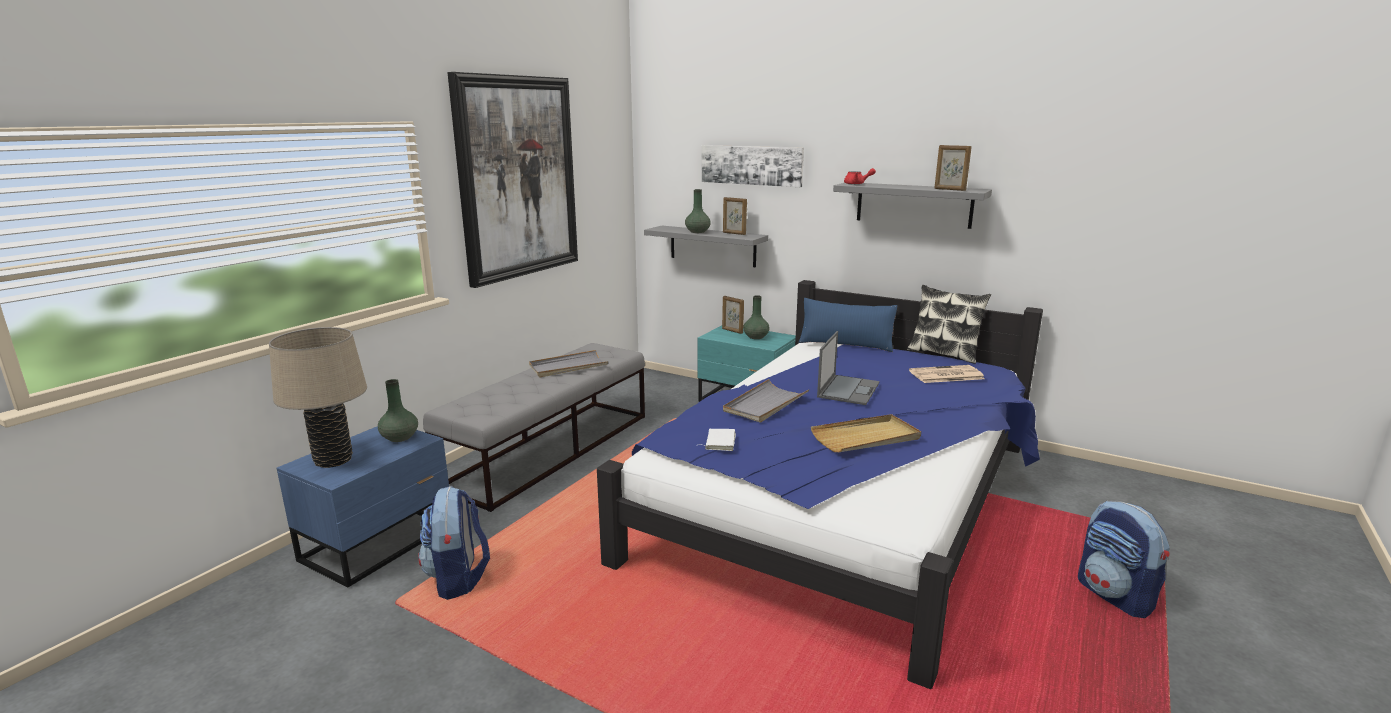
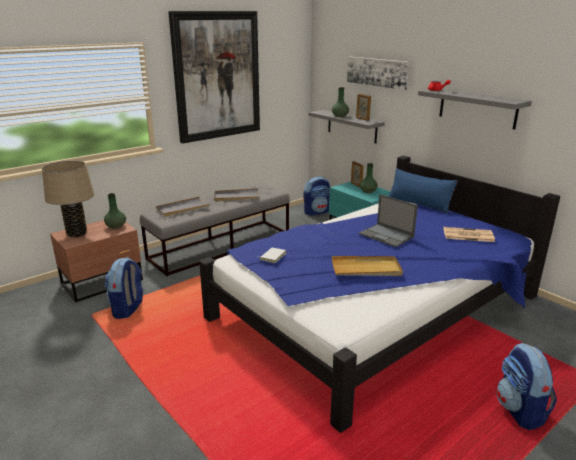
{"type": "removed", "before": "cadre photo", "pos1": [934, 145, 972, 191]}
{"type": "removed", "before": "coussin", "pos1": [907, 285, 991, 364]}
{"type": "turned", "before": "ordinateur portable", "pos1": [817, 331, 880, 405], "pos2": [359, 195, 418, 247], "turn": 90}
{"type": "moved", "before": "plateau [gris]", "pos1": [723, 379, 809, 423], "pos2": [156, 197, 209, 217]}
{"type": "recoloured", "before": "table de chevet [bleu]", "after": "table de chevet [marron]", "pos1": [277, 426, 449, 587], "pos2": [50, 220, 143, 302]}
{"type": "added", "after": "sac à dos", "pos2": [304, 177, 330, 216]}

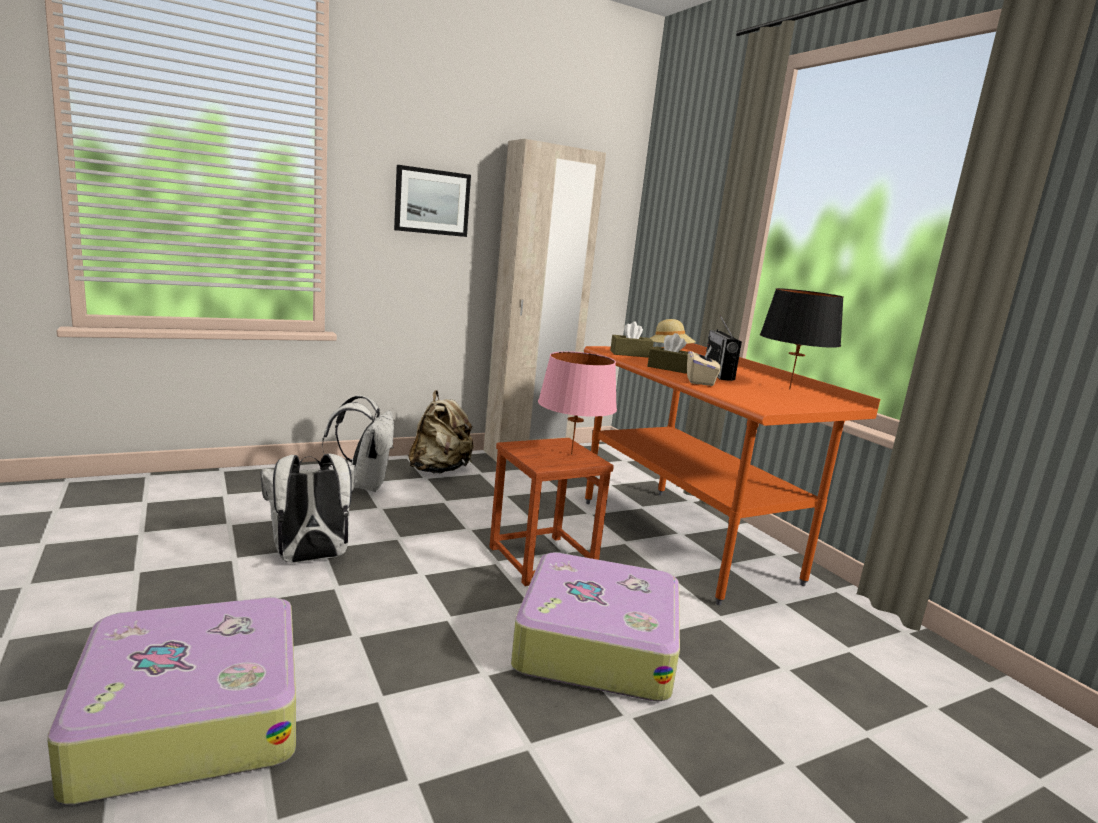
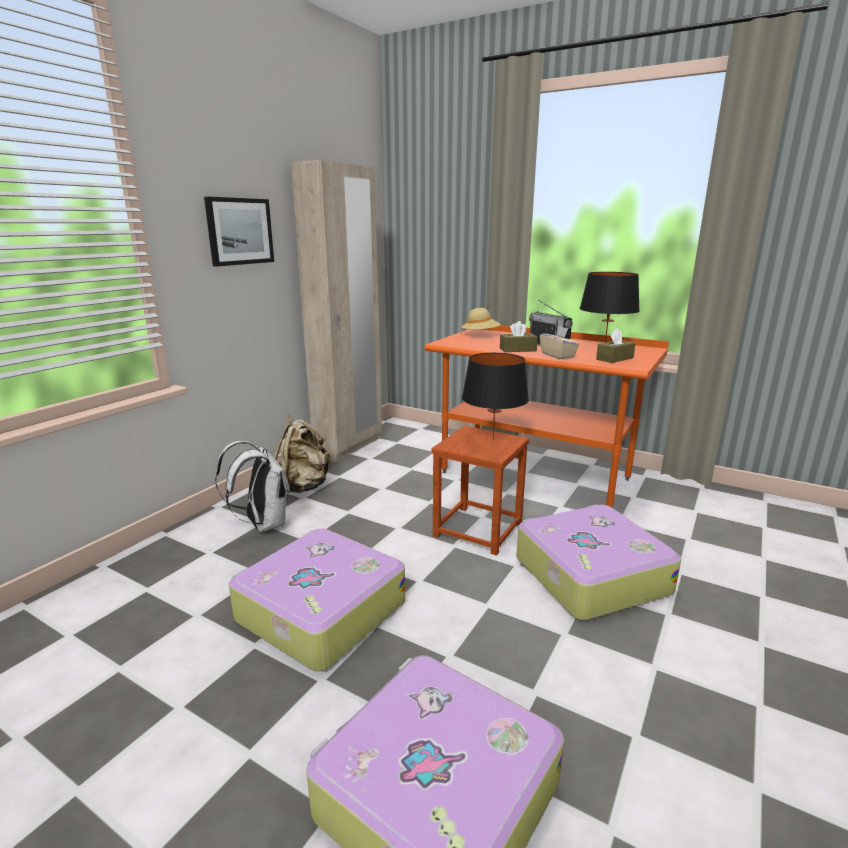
{"type": "moved", "before": "boîte à mouchoirs [marron]", "pos1": [610, 322, 654, 358], "pos2": [596, 328, 635, 363]}
{"type": "recoloured", "before": "lampe de table [rose]", "after": "lampe de table [noir]", "pos1": [538, 351, 617, 455], "pos2": [462, 353, 529, 439]}
{"type": "replaced", "before": "sac à dos [blanc]", "after": "valise", "pos1": [260, 453, 355, 563], "pos2": [229, 528, 405, 671]}

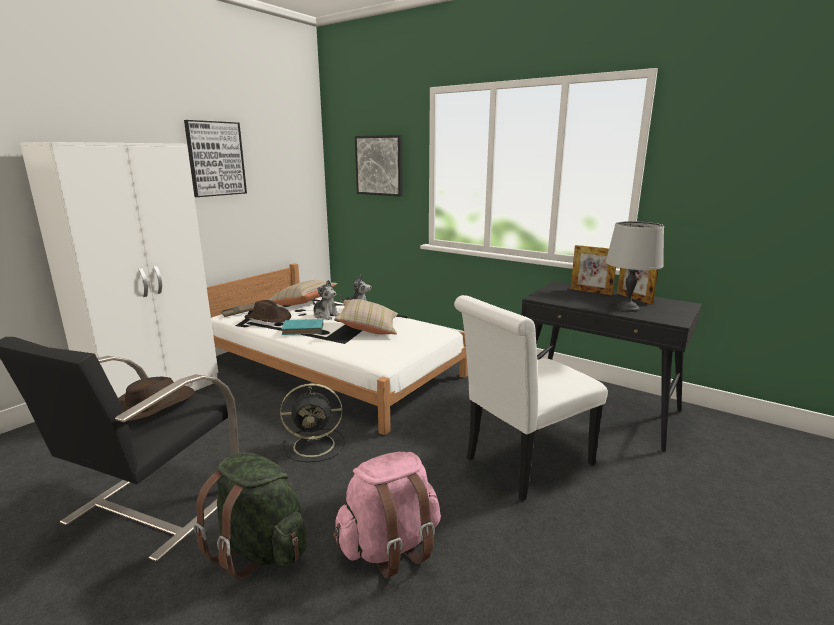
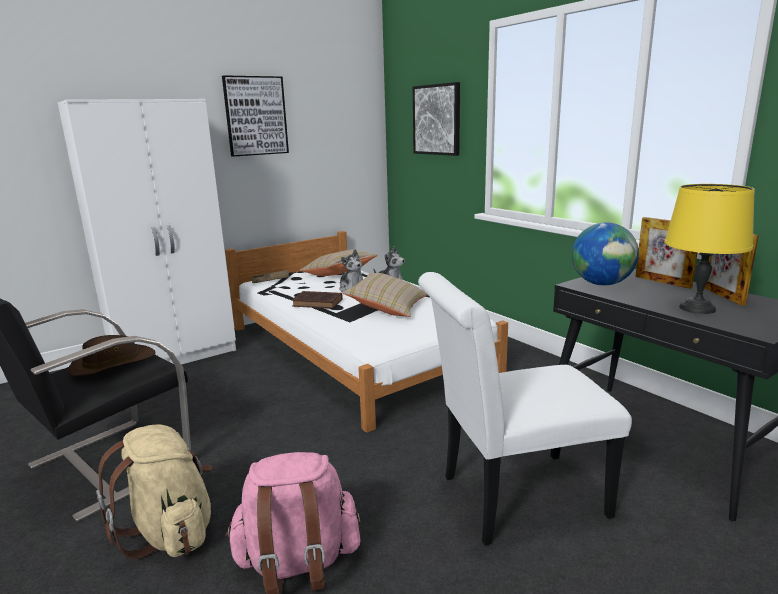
{"type": "recoloured", "before": "lampe de table [gris]", "after": "lampe de table [jaune]", "pos1": [606, 221, 664, 312], "pos2": [665, 184, 755, 314]}
{"type": "removed", "before": "chapeau [marron]", "pos1": [244, 300, 291, 323]}
{"type": "recoloured", "before": "livre [turquoise]", "after": "livre [marron]", "pos1": [281, 319, 323, 335], "pos2": [292, 291, 343, 309]}
{"type": "removed", "before": "ventilateur [noir]", "pos1": [280, 383, 345, 462]}
{"type": "recoloured", "before": "sac à dos [vert]", "after": "sac à dos [beige]", "pos1": [194, 453, 307, 579], "pos2": [96, 424, 212, 559]}
{"type": "added", "after": "globe", "pos2": [572, 222, 639, 286]}

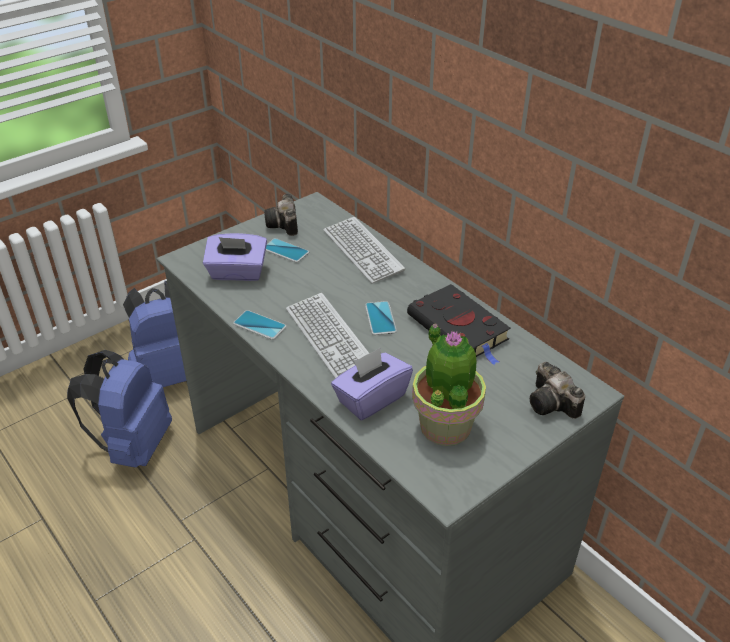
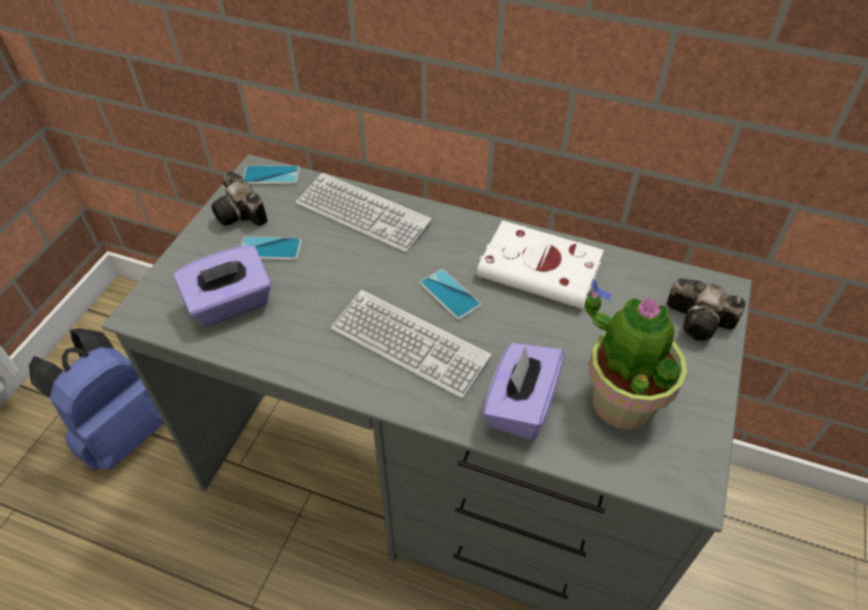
{"type": "recoloured", "before": "livre [noir]", "after": "livre [blanc]", "pos1": [407, 284, 511, 365], "pos2": [477, 220, 613, 309]}
{"type": "moved", "before": "téléphone", "pos1": [233, 310, 286, 340], "pos2": [243, 165, 300, 184]}
{"type": "removed", "before": "sac à dos [bleu]", "pos1": [67, 350, 172, 468]}

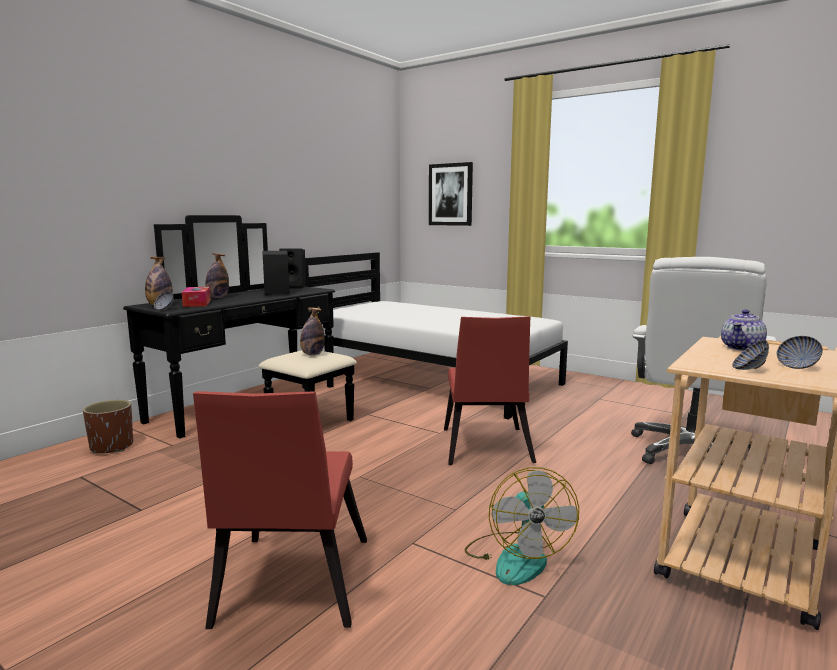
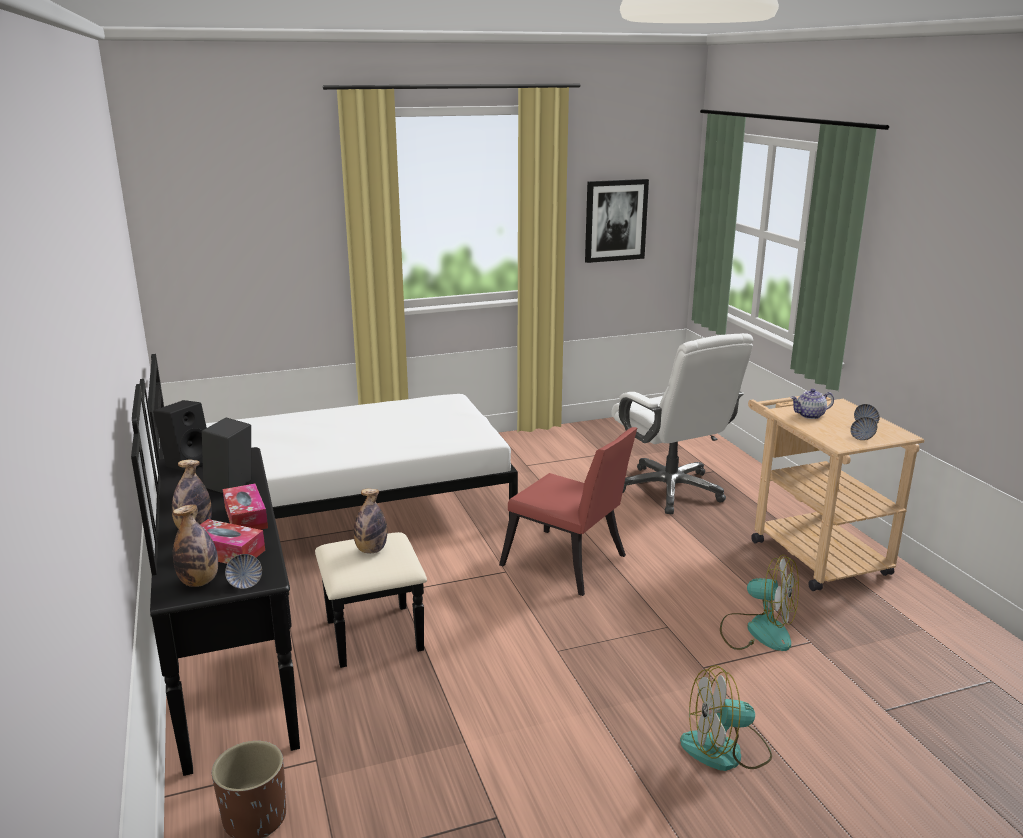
{"type": "moved", "before": "tableau", "pos1": [429, 162, 473, 226], "pos2": [585, 179, 649, 263]}
{"type": "turned", "before": "théière", "pos1": [721, 309, 767, 351], "pos2": [791, 389, 834, 419], "turn": 90}
{"type": "replaced", "before": "chaise [rouge]", "after": "ventilateur", "pos1": [193, 391, 367, 629], "pos2": [680, 665, 772, 771]}
{"type": "added", "after": "boîte à mouchoirs", "pos2": [223, 484, 268, 530]}

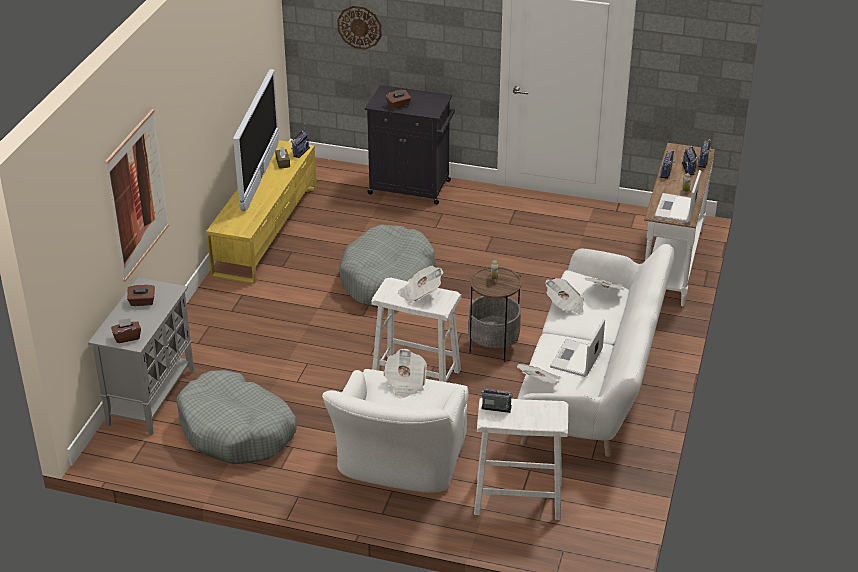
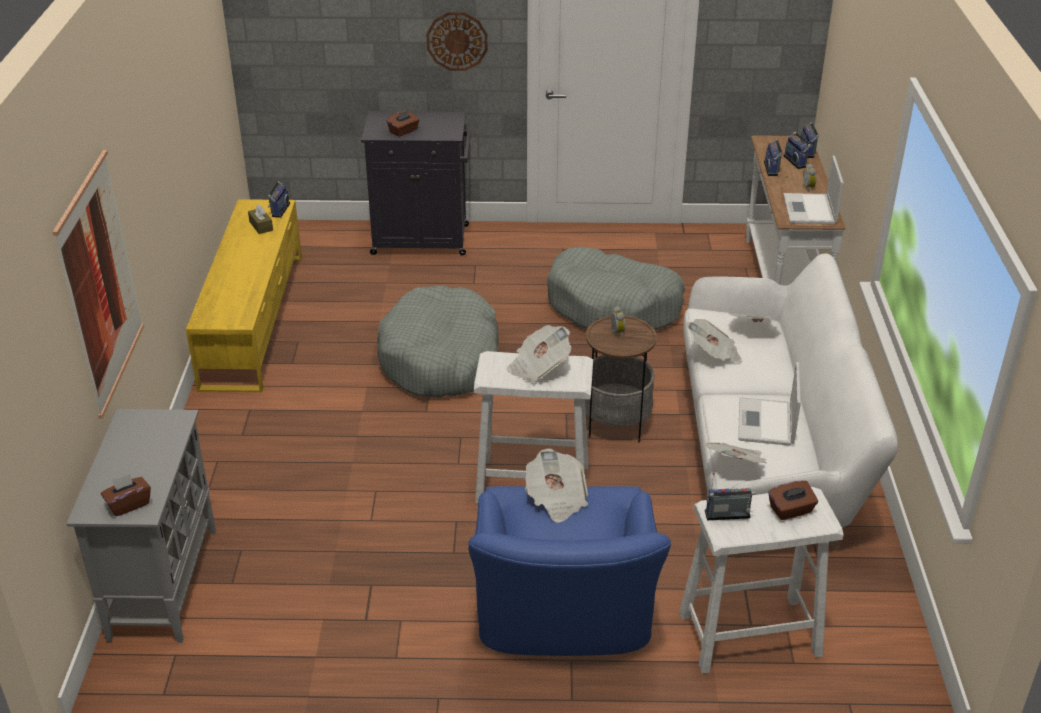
{"type": "moved", "before": "horloge murale", "pos1": [337, 6, 382, 50], "pos2": [426, 12, 488, 71]}
{"type": "removed", "before": "téléviseur", "pos1": [233, 69, 279, 211]}
{"type": "moved", "before": "boîte à mouchoirs [marron]", "pos1": [127, 285, 155, 306], "pos2": [768, 481, 818, 520]}
{"type": "recoloured", "before": "fauteuil [blanc]", "after": "fauteuil [bleu]", "pos1": [322, 369, 469, 493], "pos2": [468, 486, 671, 656]}
{"type": "moved", "before": "panier pour chien [gris]", "pos1": [176, 370, 297, 464], "pos2": [547, 247, 685, 330]}

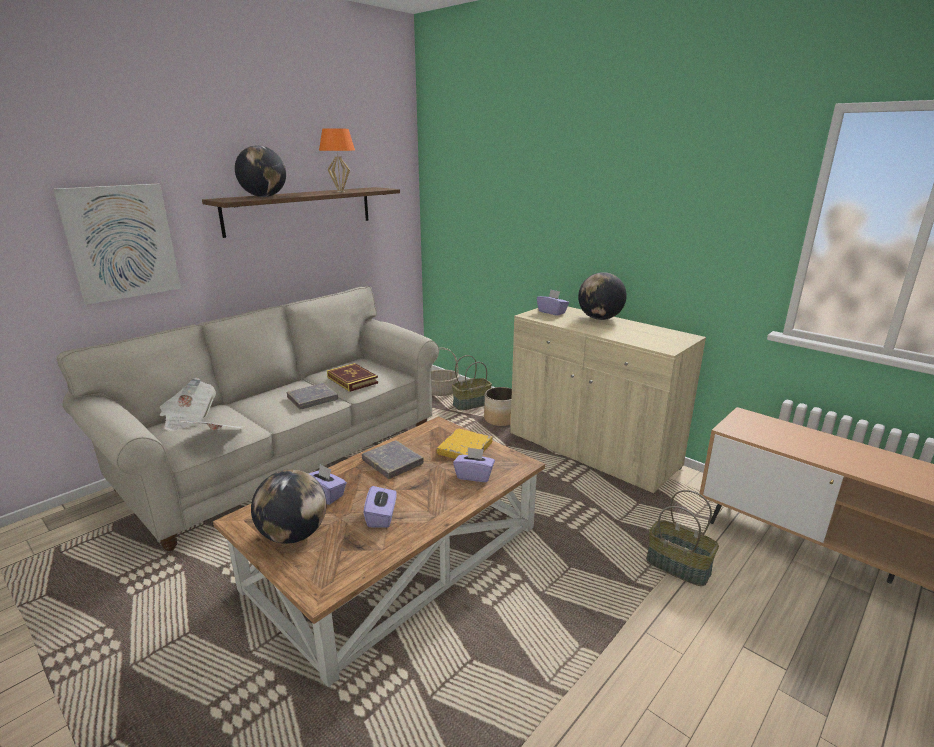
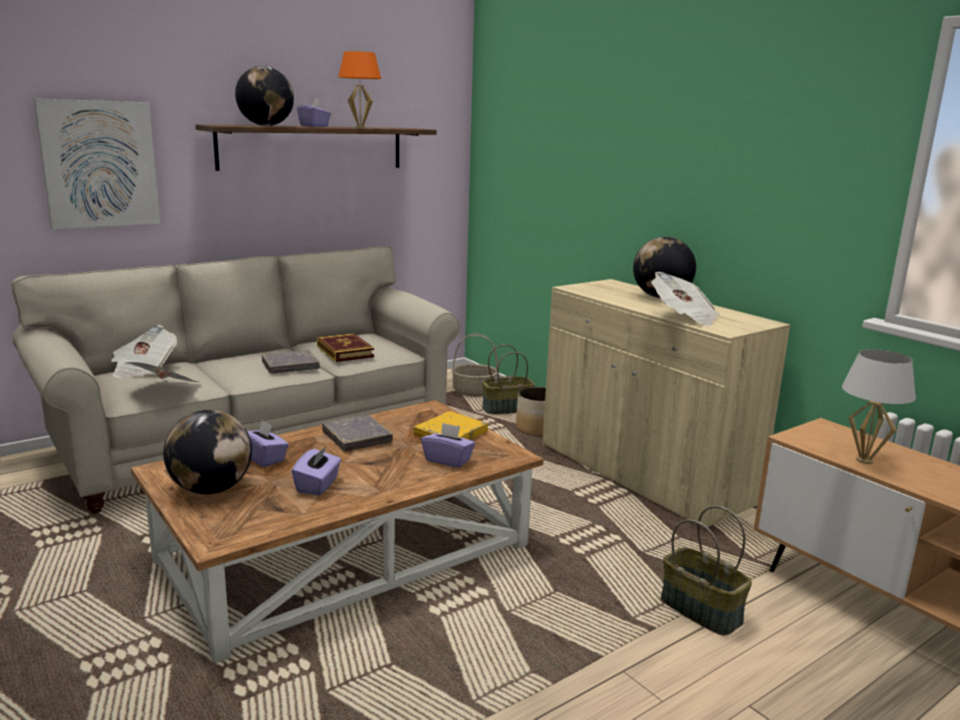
{"type": "moved", "before": "boîte à mouchoirs [violet]", "pos1": [537, 290, 569, 316], "pos2": [297, 99, 331, 127]}
{"type": "added", "after": "journal", "pos2": [651, 272, 720, 327]}
{"type": "added", "after": "lampe de table [blanc]", "pos2": [842, 349, 916, 464]}

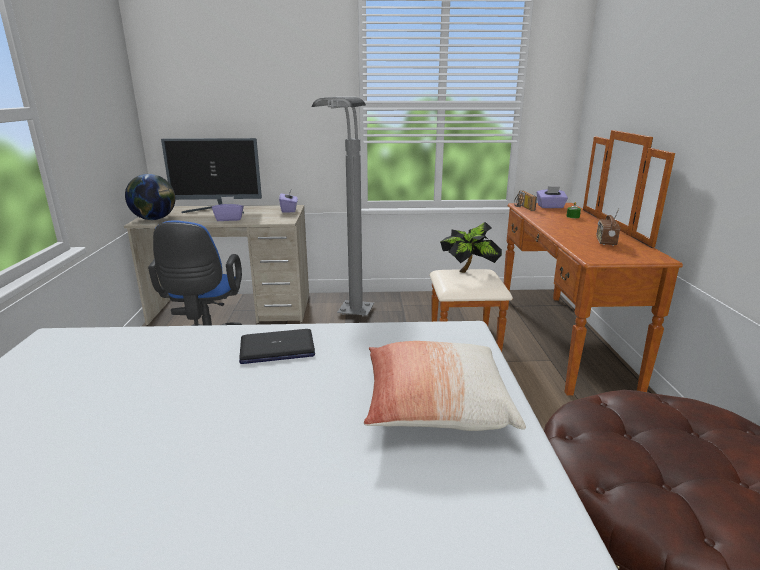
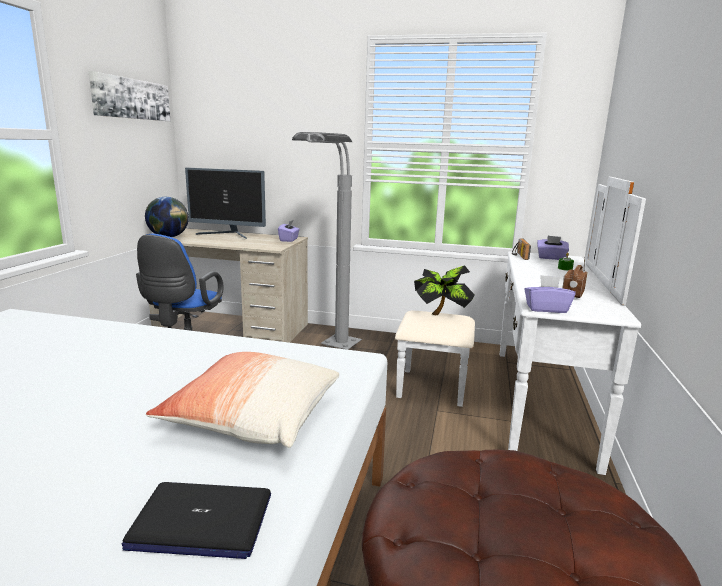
{"type": "recoloured", "before": "commode [marron]", "after": "commode [blanc]", "pos1": [430, 130, 683, 396], "pos2": [395, 177, 646, 475]}
{"type": "moved", "before": "boîte à mouchoirs [violet]", "pos1": [212, 196, 244, 221], "pos2": [524, 275, 576, 313]}
{"type": "moved", "before": "ordinateur portable", "pos1": [239, 329, 315, 364], "pos2": [122, 482, 271, 559]}
{"type": "added", "after": "tableau", "pos2": [88, 71, 170, 121]}

